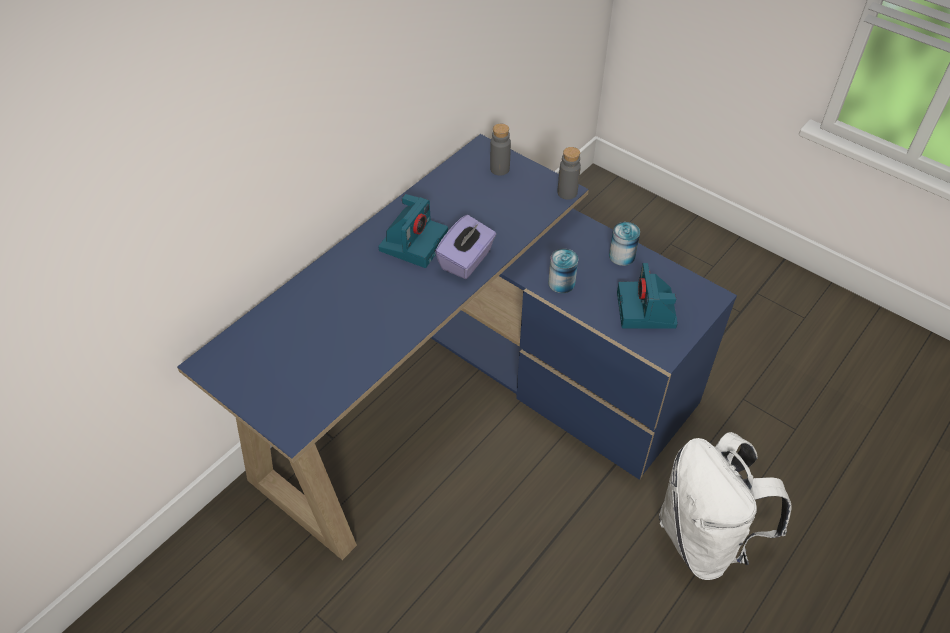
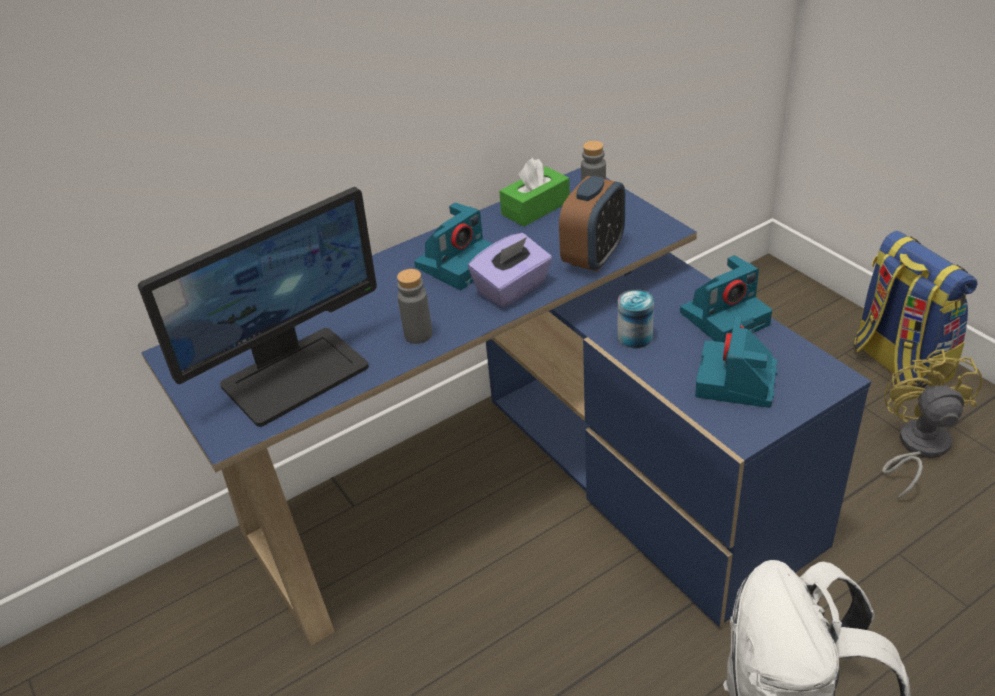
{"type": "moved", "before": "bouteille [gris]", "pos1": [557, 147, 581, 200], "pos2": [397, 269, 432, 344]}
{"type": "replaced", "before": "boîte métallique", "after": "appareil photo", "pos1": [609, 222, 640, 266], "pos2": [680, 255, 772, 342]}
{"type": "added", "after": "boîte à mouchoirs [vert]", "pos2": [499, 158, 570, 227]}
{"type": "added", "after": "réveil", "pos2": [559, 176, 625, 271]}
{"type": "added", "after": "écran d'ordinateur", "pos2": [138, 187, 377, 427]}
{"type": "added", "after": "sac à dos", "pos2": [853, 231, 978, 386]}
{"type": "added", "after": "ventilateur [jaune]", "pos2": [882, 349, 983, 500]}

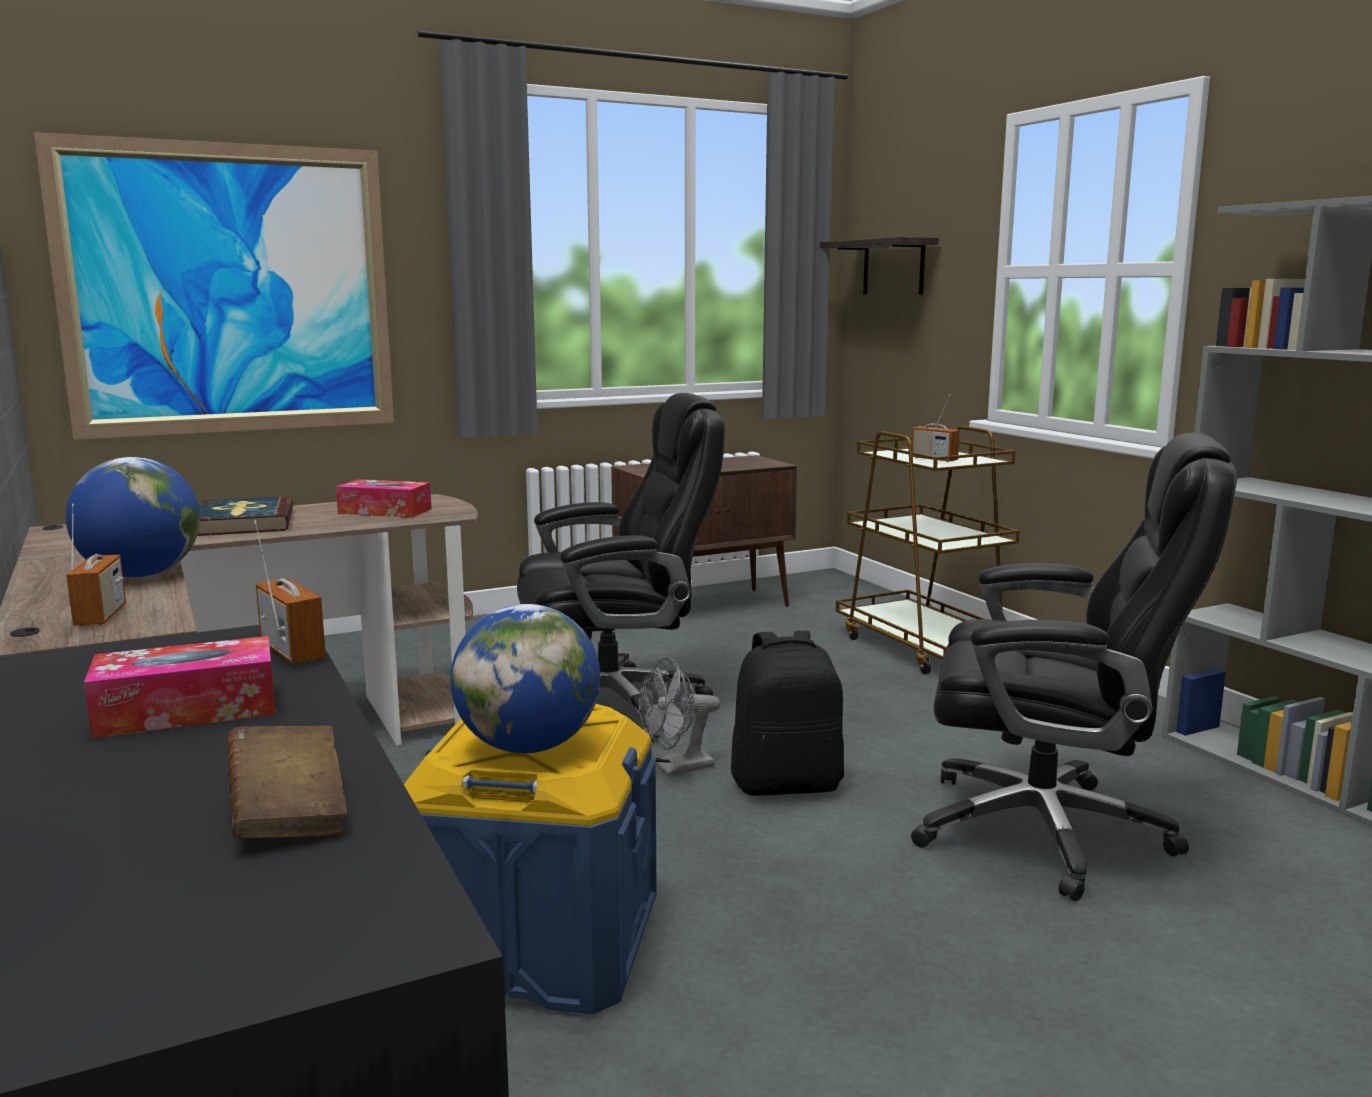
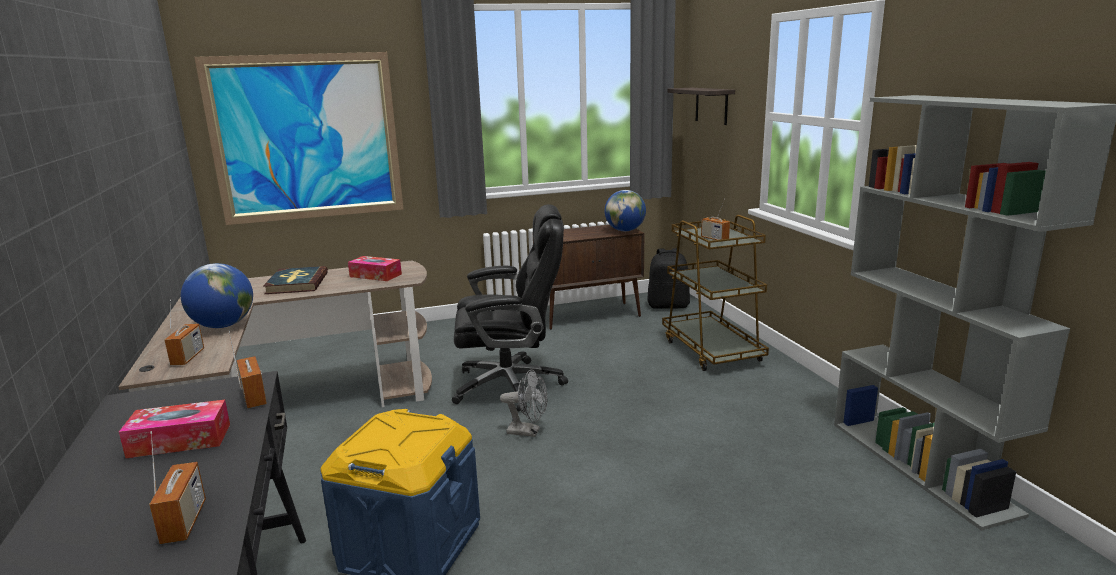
{"type": "removed", "before": "chaise de bureau [noir]", "pos1": [911, 432, 1237, 901]}
{"type": "moved", "before": "globe", "pos1": [450, 604, 600, 753], "pos2": [605, 190, 646, 231]}
{"type": "moved", "before": "sac à dos [noir]", "pos1": [731, 631, 844, 796], "pos2": [647, 248, 690, 309]}
{"type": "turned", "before": "ventilateur [gris]", "pos1": [639, 658, 720, 776], "pos2": [500, 370, 548, 437], "turn": -150}
{"type": "replaced", "before": "livre [marron]", "after": "radio", "pos1": [227, 726, 347, 839], "pos2": [149, 431, 206, 544]}

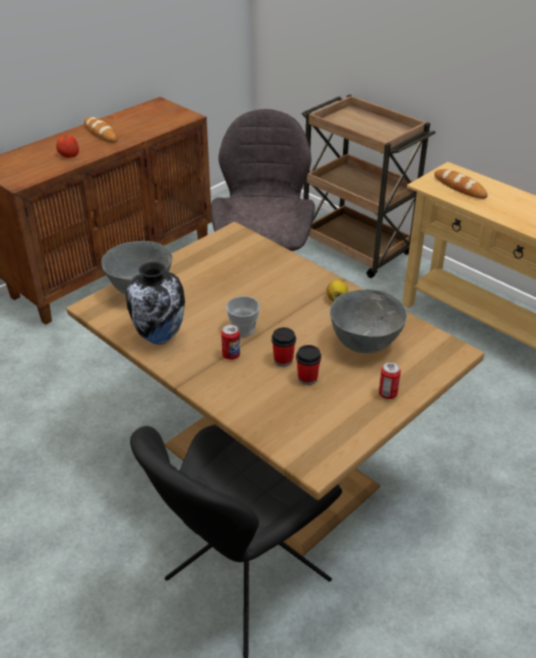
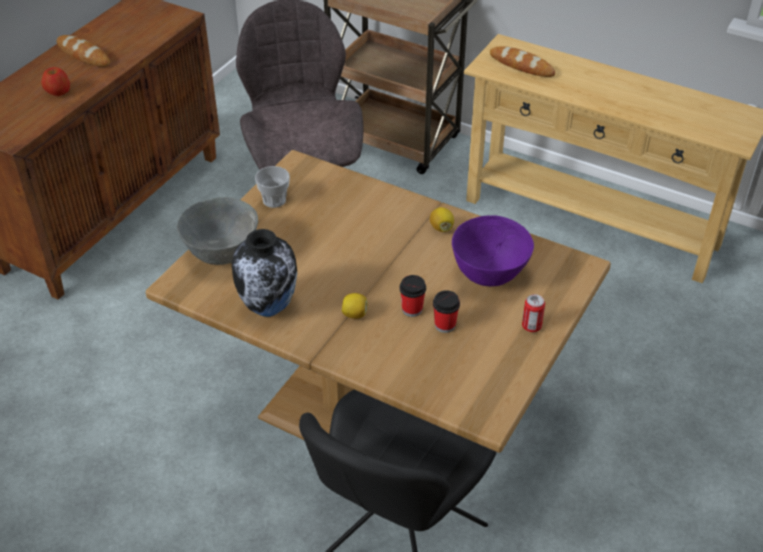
{"type": "recoloured", "before": "bol [gris]", "after": "bol [violet]", "pos1": [330, 289, 407, 353], "pos2": [452, 215, 534, 286]}
{"type": "moved", "before": "tasse", "pos1": [226, 296, 260, 337], "pos2": [255, 166, 290, 208]}
{"type": "replaced", "before": "boîte métallique", "after": "citron", "pos1": [221, 325, 240, 360], "pos2": [342, 293, 368, 319]}

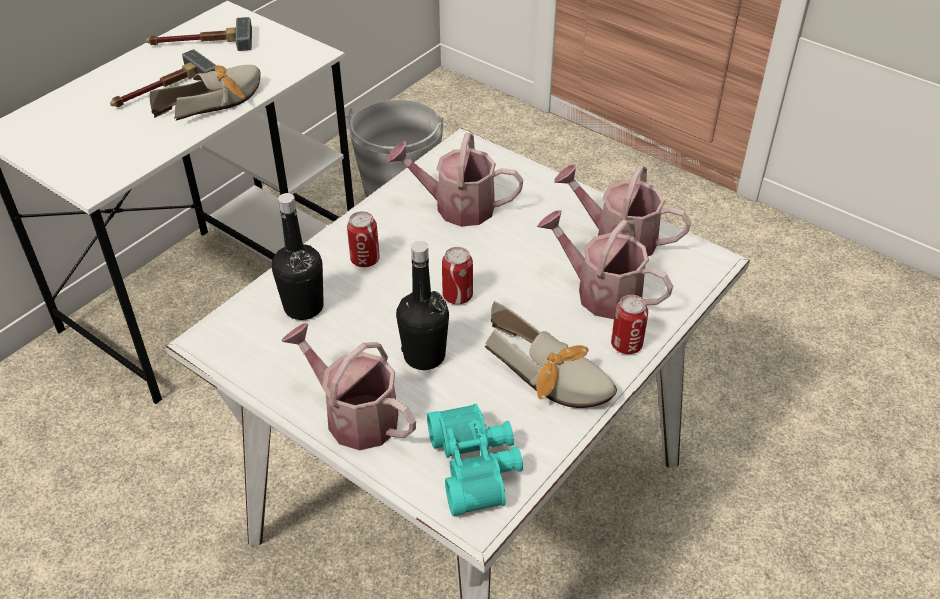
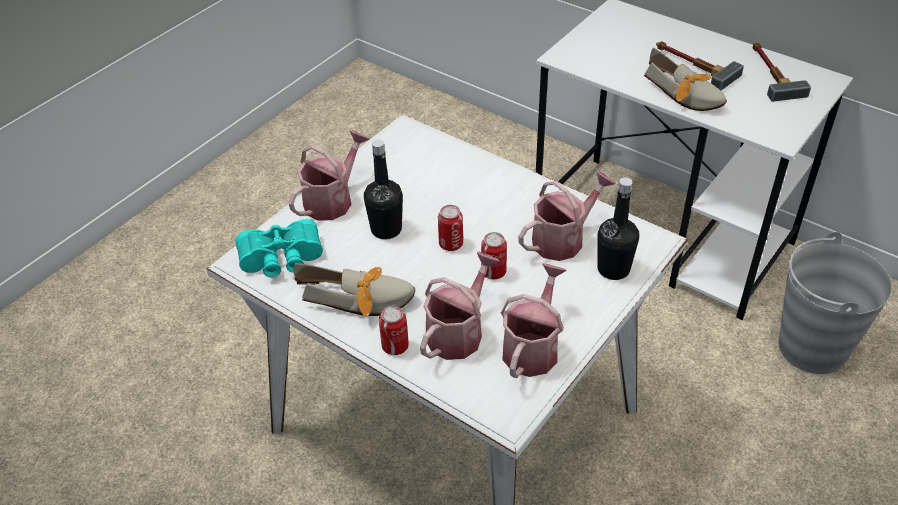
{"type": "turned", "before": "arrosoir", "pos1": [387, 133, 524, 227], "pos2": [518, 171, 616, 261], "turn": 45}
{"type": "moved", "before": "bouteille [noir]", "pos1": [272, 193, 324, 320], "pos2": [597, 177, 639, 280]}
{"type": "moved", "before": "boîte métallique", "pos1": [347, 211, 380, 267], "pos2": [481, 232, 507, 279]}
{"type": "turned", "before": "chaussure", "pos1": [485, 301, 617, 408], "pos2": [294, 263, 415, 317], "turn": -120}

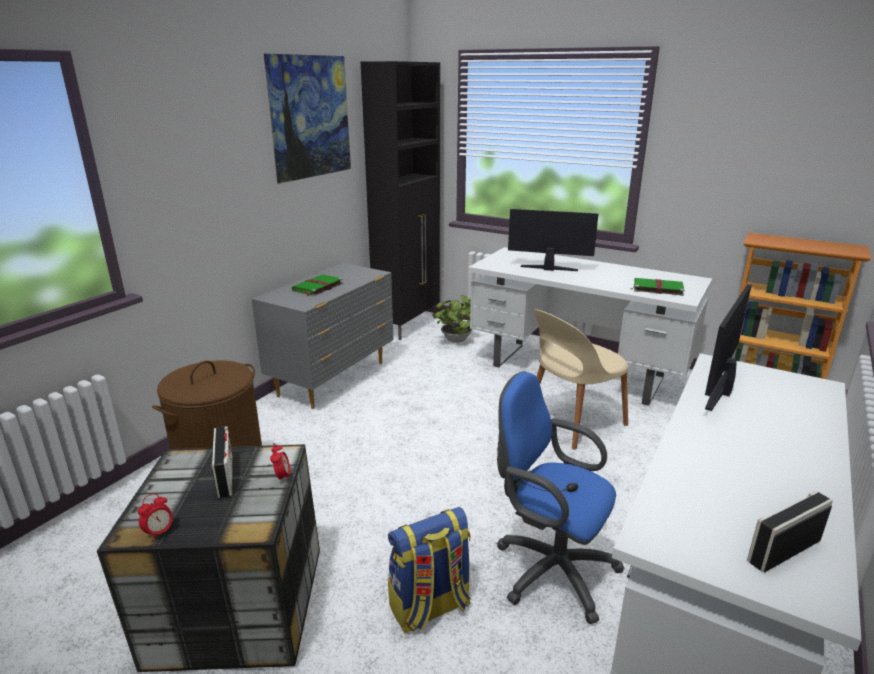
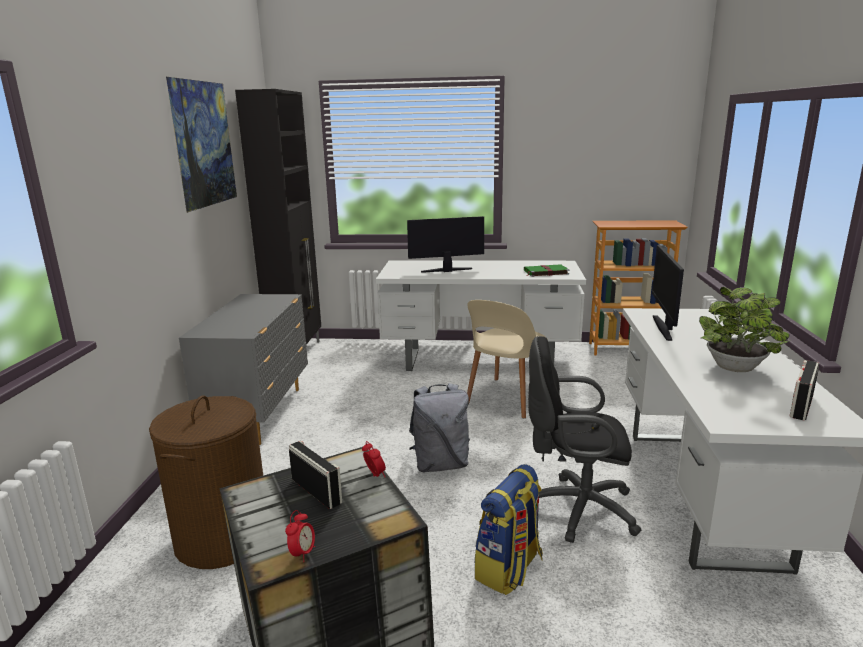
{"type": "removed", "before": "livre [vert]", "pos1": [292, 275, 343, 296]}
{"type": "moved", "before": "plante en pot", "pos1": [432, 295, 472, 343], "pos2": [699, 287, 789, 372]}
{"type": "recoloured", "before": "chaise de bureau [bleu]", "after": "chaise de bureau [noir]", "pos1": [496, 371, 625, 624], "pos2": [528, 336, 641, 543]}
{"type": "added", "after": "sac à dos [gris]", "pos2": [409, 383, 470, 472]}

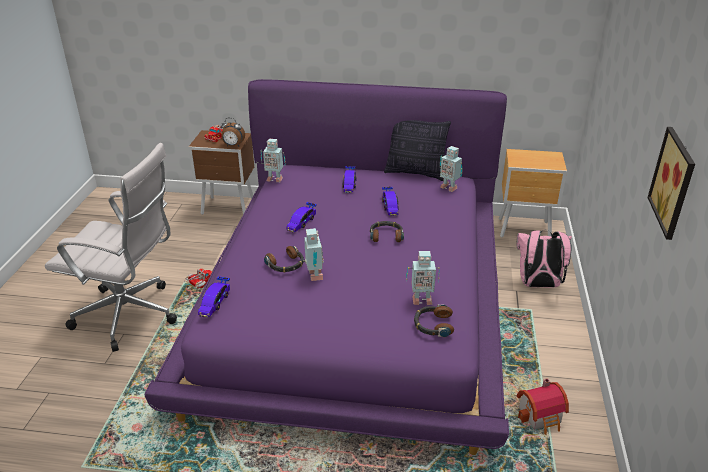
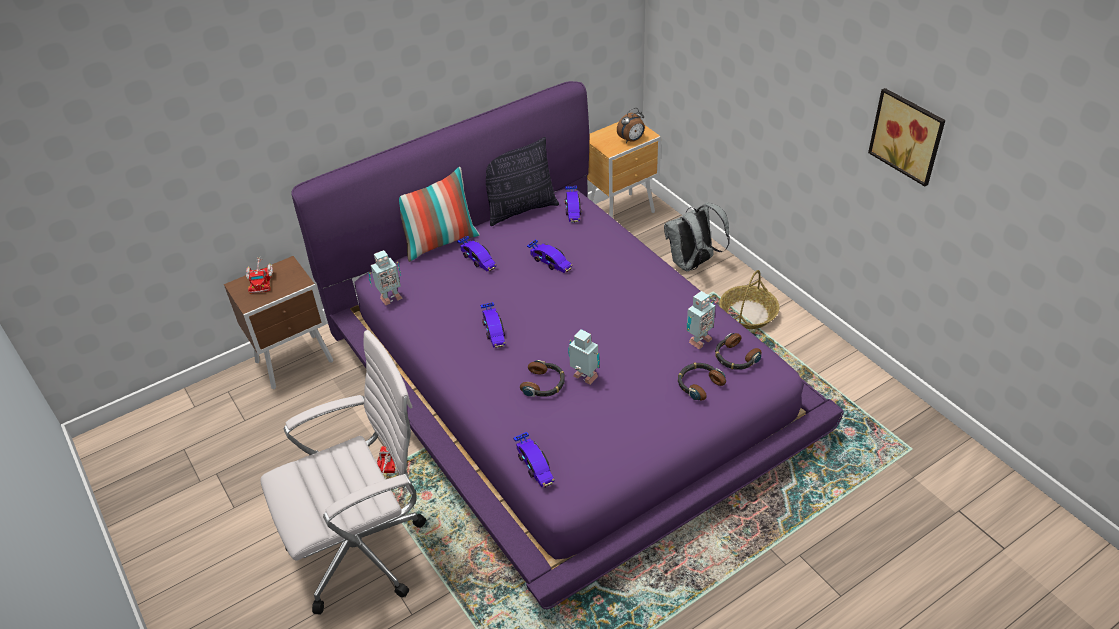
{"type": "moved", "before": "réveil", "pos1": [221, 118, 245, 147], "pos2": [617, 108, 645, 143]}
{"type": "replaced", "before": "robot jouet", "after": "petite voiture", "pos1": [440, 146, 463, 192], "pos2": [565, 186, 582, 222]}
{"type": "moved", "before": "casque audio", "pos1": [370, 221, 404, 242], "pos2": [678, 362, 726, 400]}
{"type": "recoloured", "before": "sac à dos [rose]", "after": "sac à dos [gris]", "pos1": [517, 230, 572, 288], "pos2": [664, 202, 730, 271]}
{"type": "removed", "before": "maison miniature", "pos1": [517, 378, 569, 435]}
{"type": "added", "after": "coussin", "pos2": [399, 167, 480, 262]}
{"type": "added", "after": "panier", "pos2": [719, 270, 779, 329]}

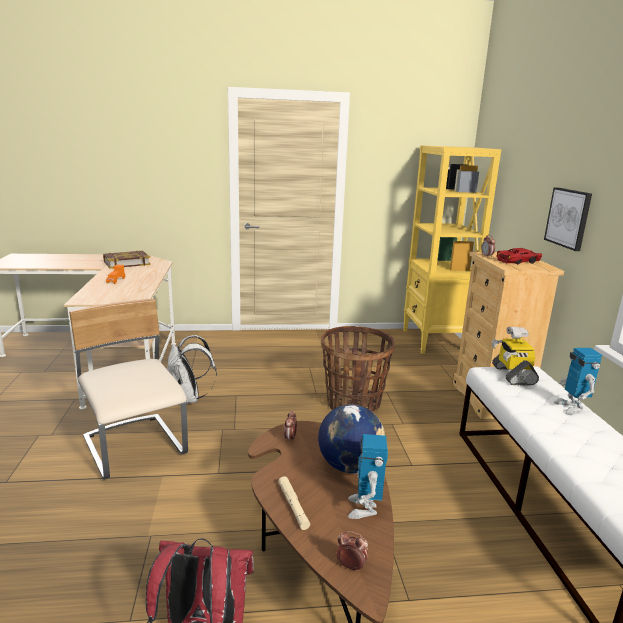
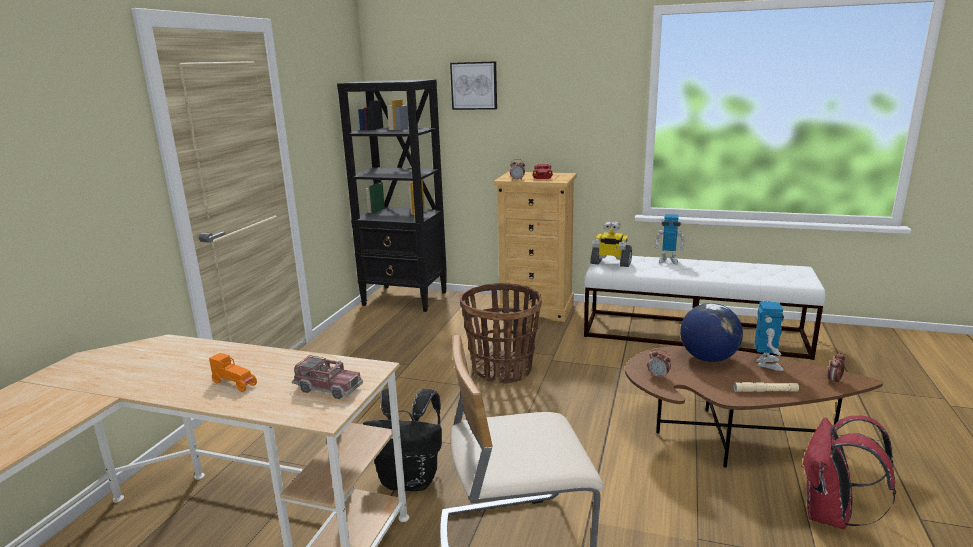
{"type": "recoloured", "before": "bibliothèque [jaune]", "after": "bibliothèque [noir]", "pos1": [403, 145, 501, 354], "pos2": [337, 79, 447, 312]}
{"type": "moved", "before": "tableau", "pos1": [544, 187, 592, 251], "pos2": [450, 61, 497, 110]}
{"type": "removed", "before": "livre", "pos1": [103, 251, 151, 269]}
{"type": "recoloured", "before": "sac à dos [blanc]", "after": "sac à dos [noir]", "pos1": [167, 335, 217, 405], "pos2": [363, 389, 442, 491]}
{"type": "turned", "before": "robot jouet", "pos1": [348, 434, 388, 519], "pos2": [754, 301, 784, 371], "turn": -105}
{"type": "added", "after": "camion jouet", "pos2": [292, 355, 363, 399]}

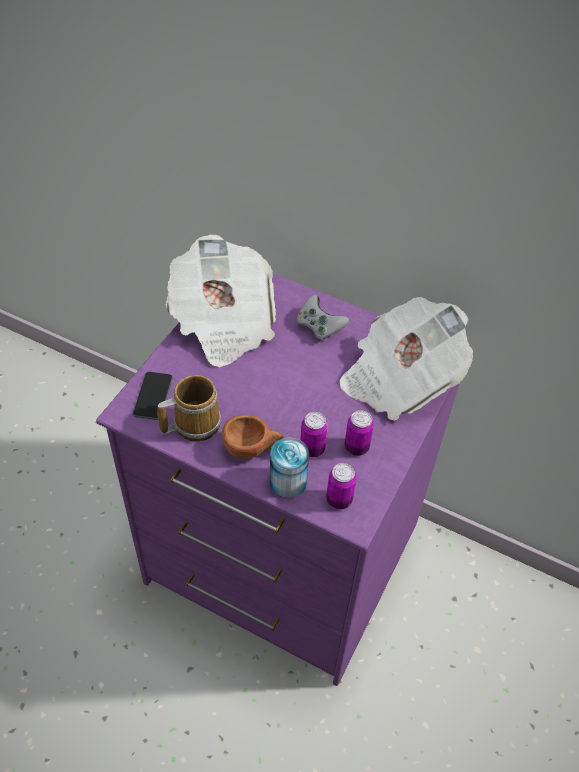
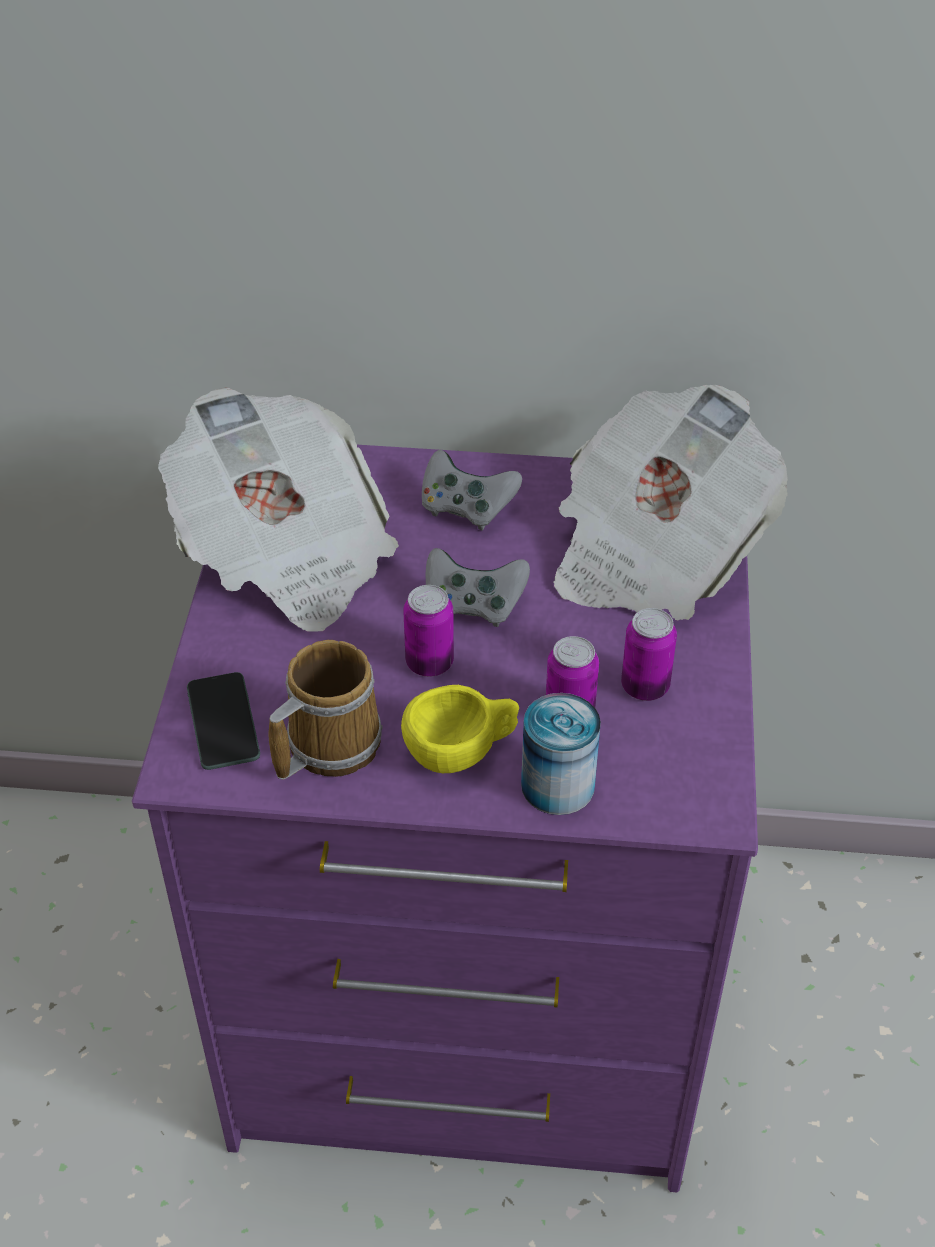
{"type": "recoloured", "before": "tasse [marron]", "after": "tasse [jaune]", "pos1": [222, 415, 284, 459], "pos2": [401, 685, 519, 773]}
{"type": "moved", "before": "boîte métallique", "pos1": [326, 463, 357, 509], "pos2": [403, 585, 454, 677]}
{"type": "added", "after": "manette [gris]", "pos2": [426, 548, 530, 627]}

